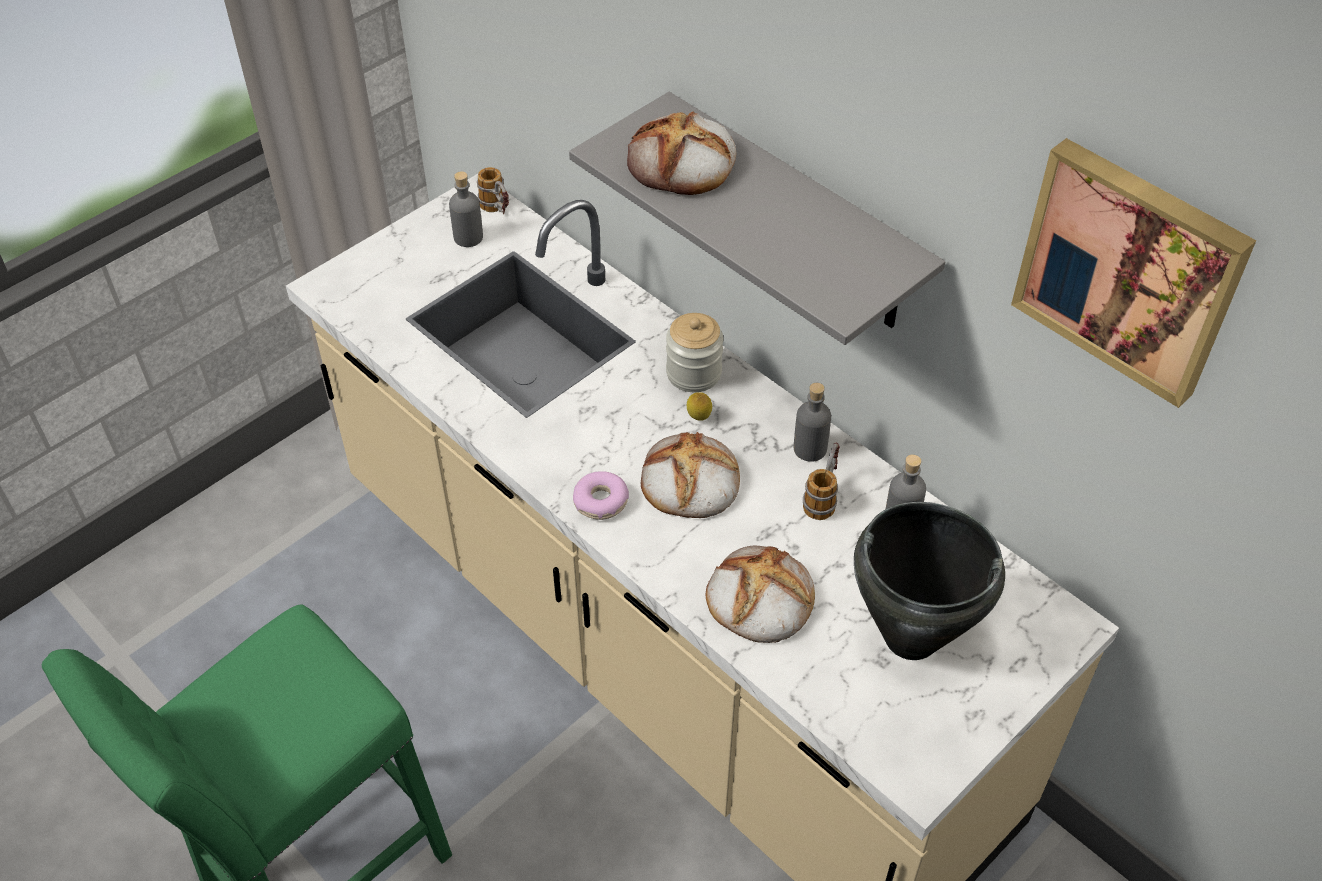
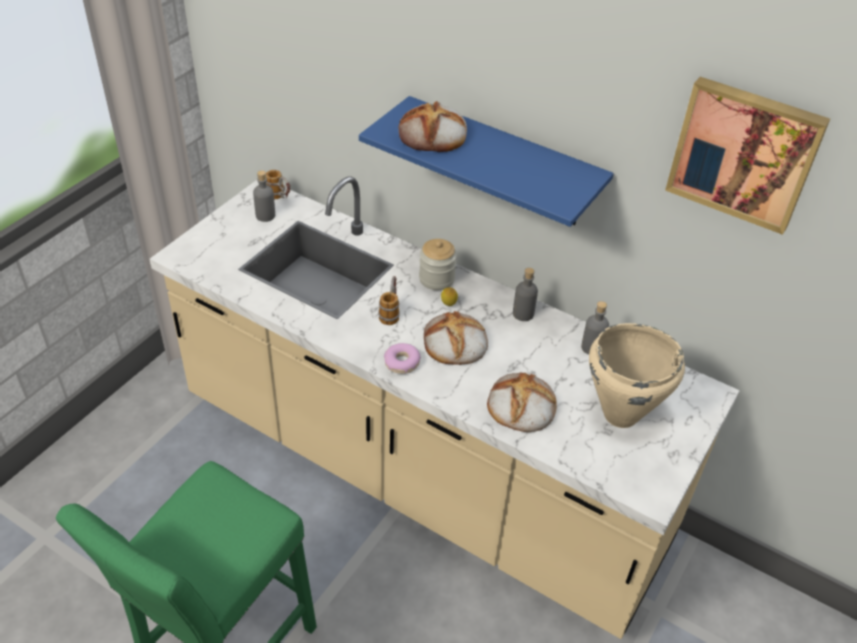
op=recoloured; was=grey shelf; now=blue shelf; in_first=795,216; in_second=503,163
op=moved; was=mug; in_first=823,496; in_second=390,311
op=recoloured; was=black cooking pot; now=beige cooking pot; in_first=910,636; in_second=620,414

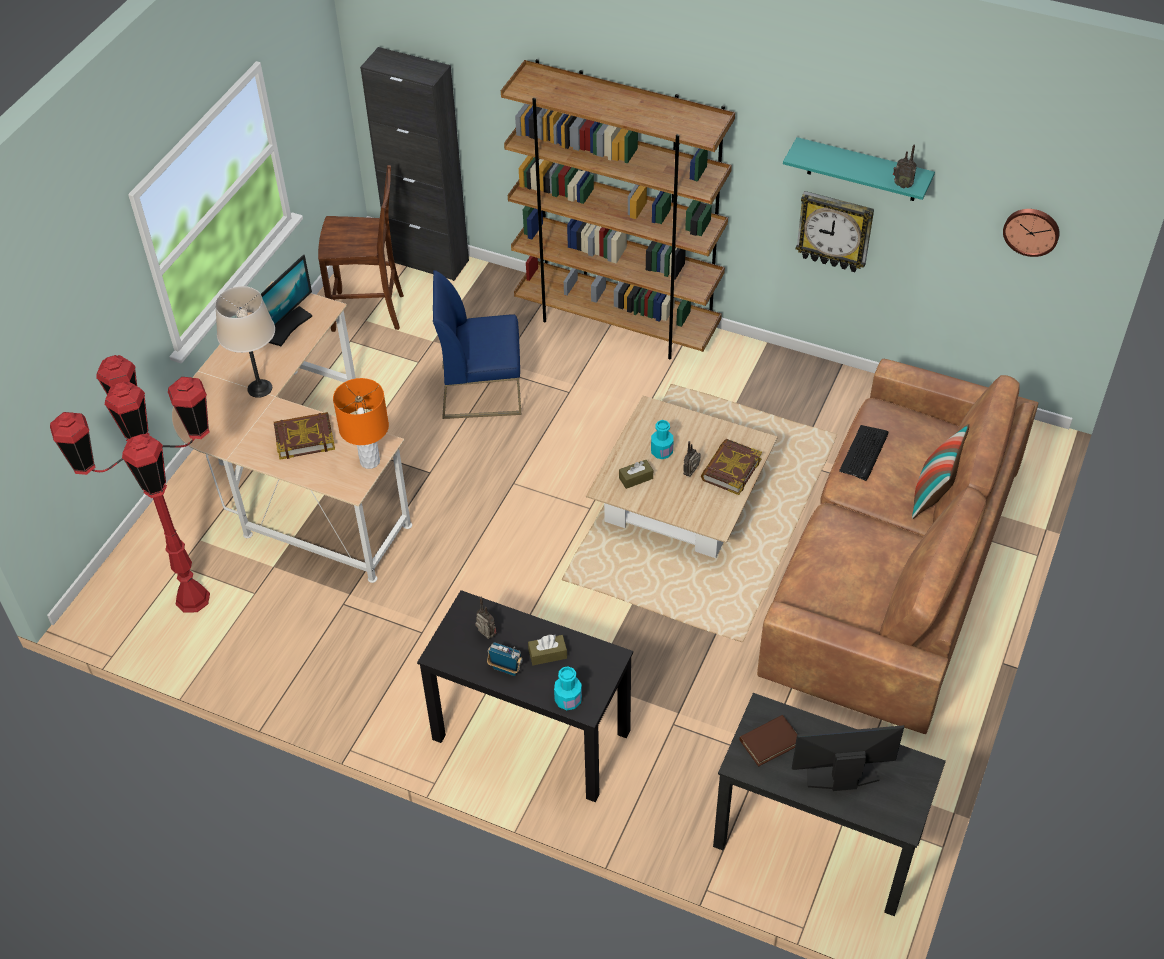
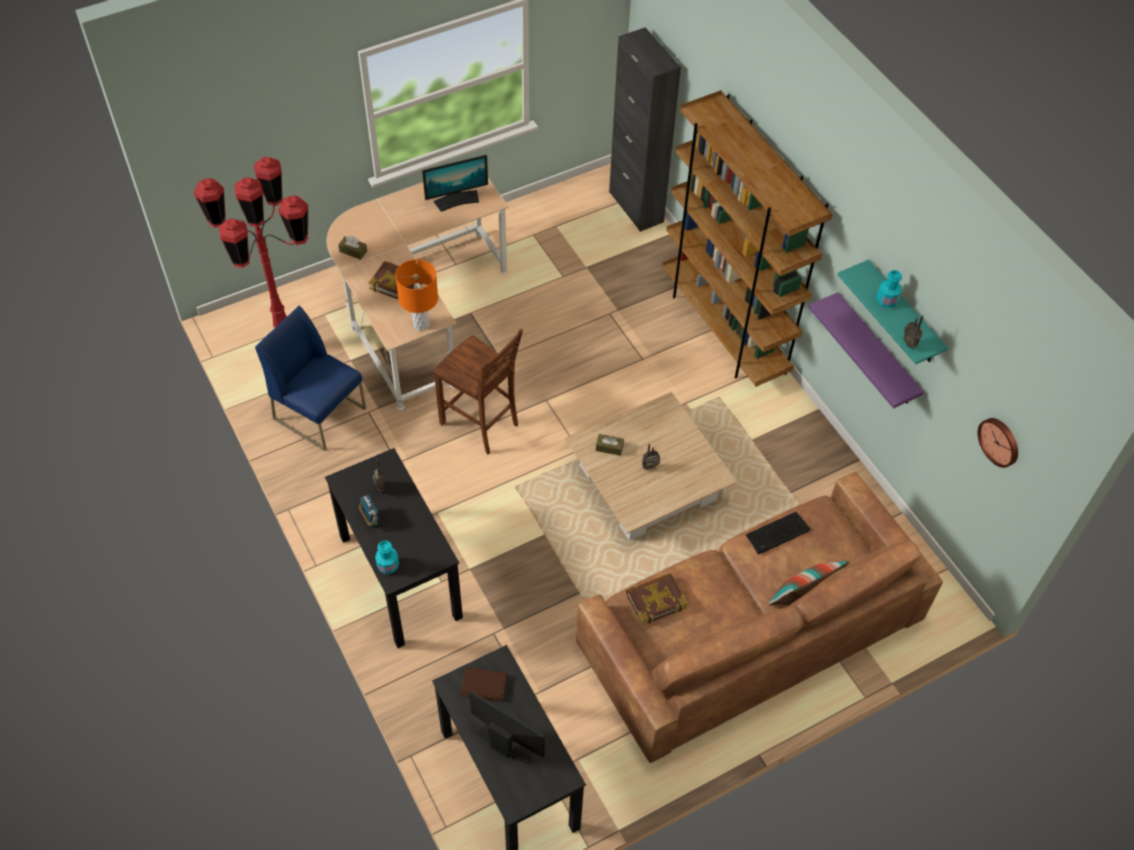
op=moved; was=brown chair; in_first=370,312; in_second=481,425
op=replaced; was=wall clock; now=purple shelf; in_first=835,231; in_second=876,351
op=moved; was=blue chair; in_first=482,389; in_second=320,413
op=removed; was=beige table lamp; in_first=259,388
op=moved; was=turquoise bottle; in_first=661,452; in_second=886,300
op=moved; was=book; in_first=730,469; in_second=655,600
op=moved; was=brown tissue box; in_first=547,654; in_second=353,251

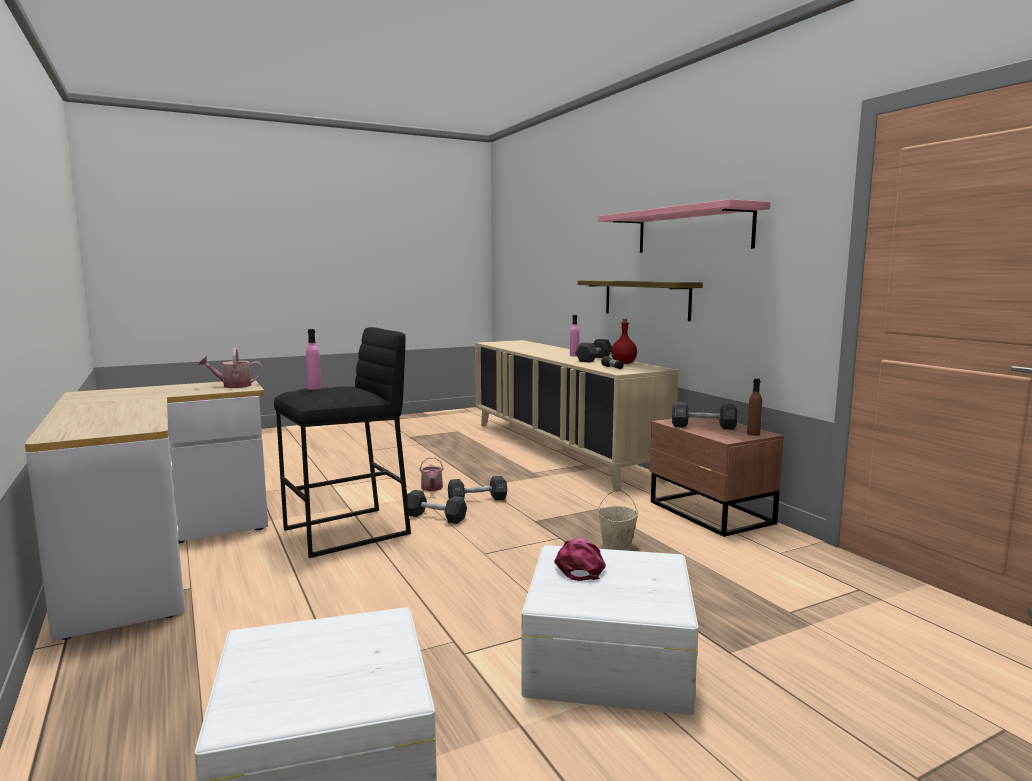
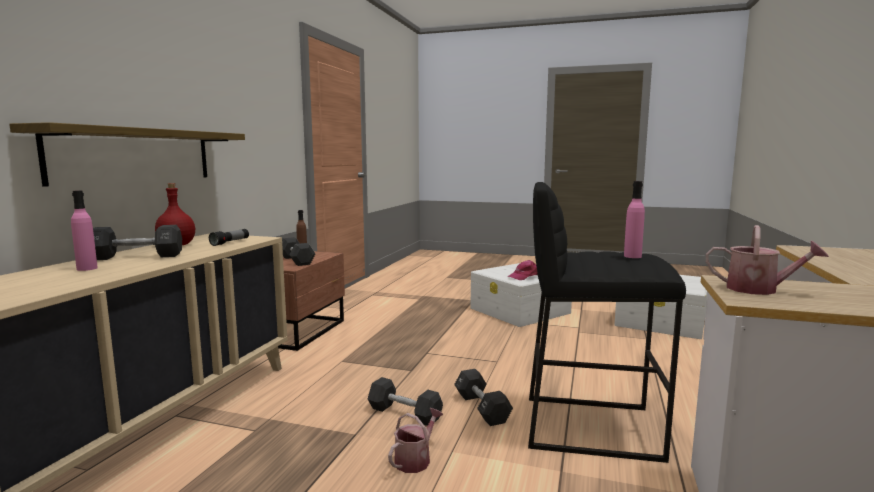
op=removed; was=pink shelf; in_first=692,230
op=removed; was=beige bucket; in_first=616,546

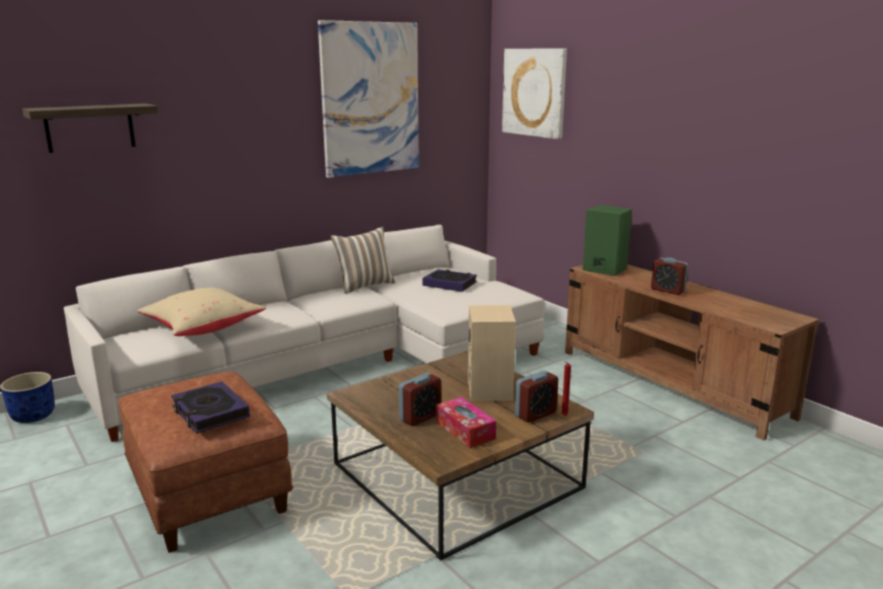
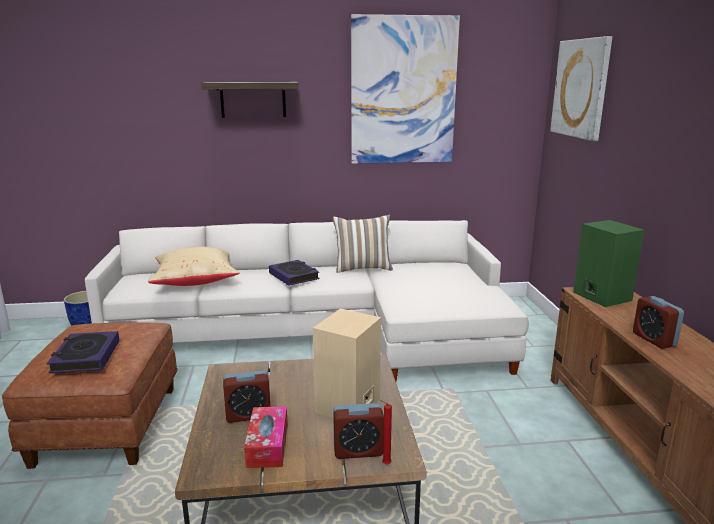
op=moved; was=shelf; in_first=90,127; in_second=253,99
op=moved; was=book; in_first=449,284; in_second=294,276

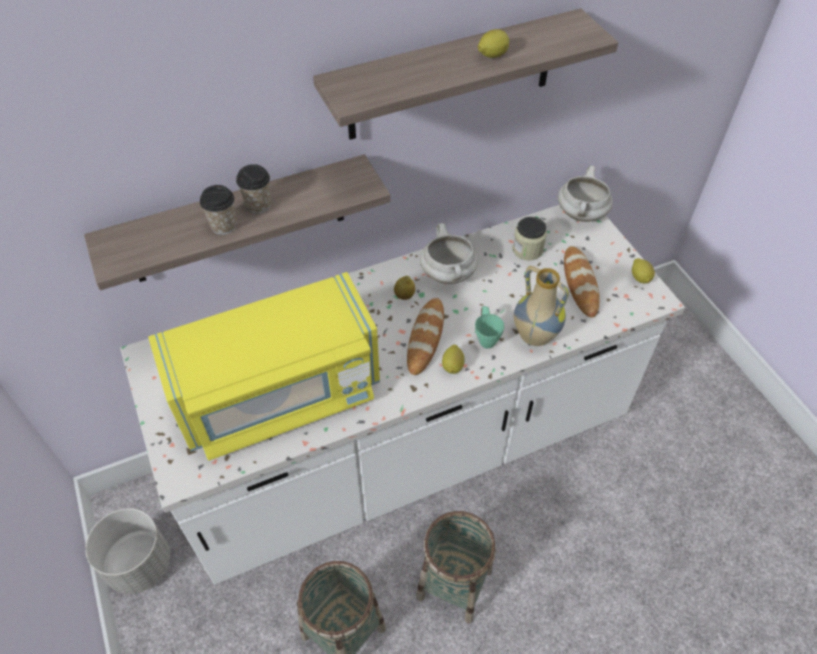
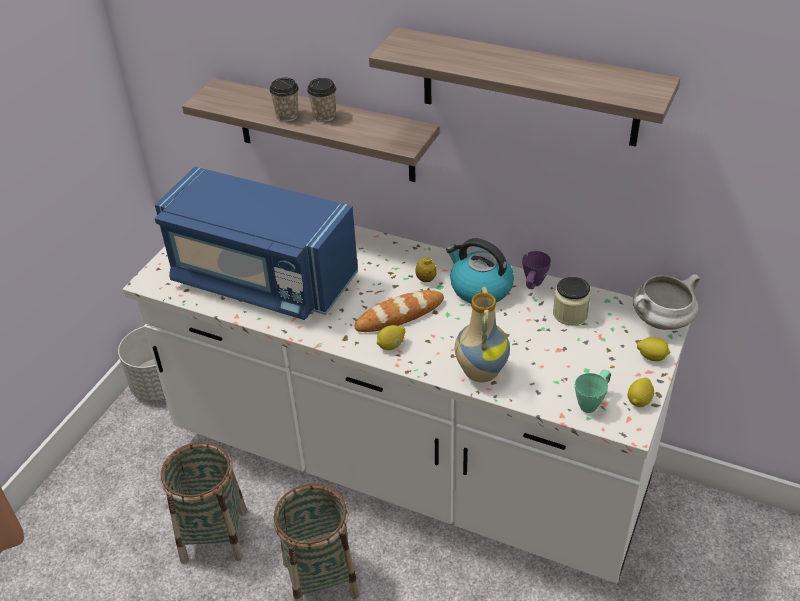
op=moved; was=lemon; in_first=492,55; in_second=651,357
op=replaced; was=white cooking pot; now=kettle; in_first=449,274; in_second=480,288
op=removed; was=bread; in_first=580,284
op=recoloured; was=yellow microwave; now=blue microwave; in_first=279,395; in_second=261,279
op=moved; was=green mug; in_first=486,337; in_second=592,402
op=added; now=purple mug; in_second=533,286

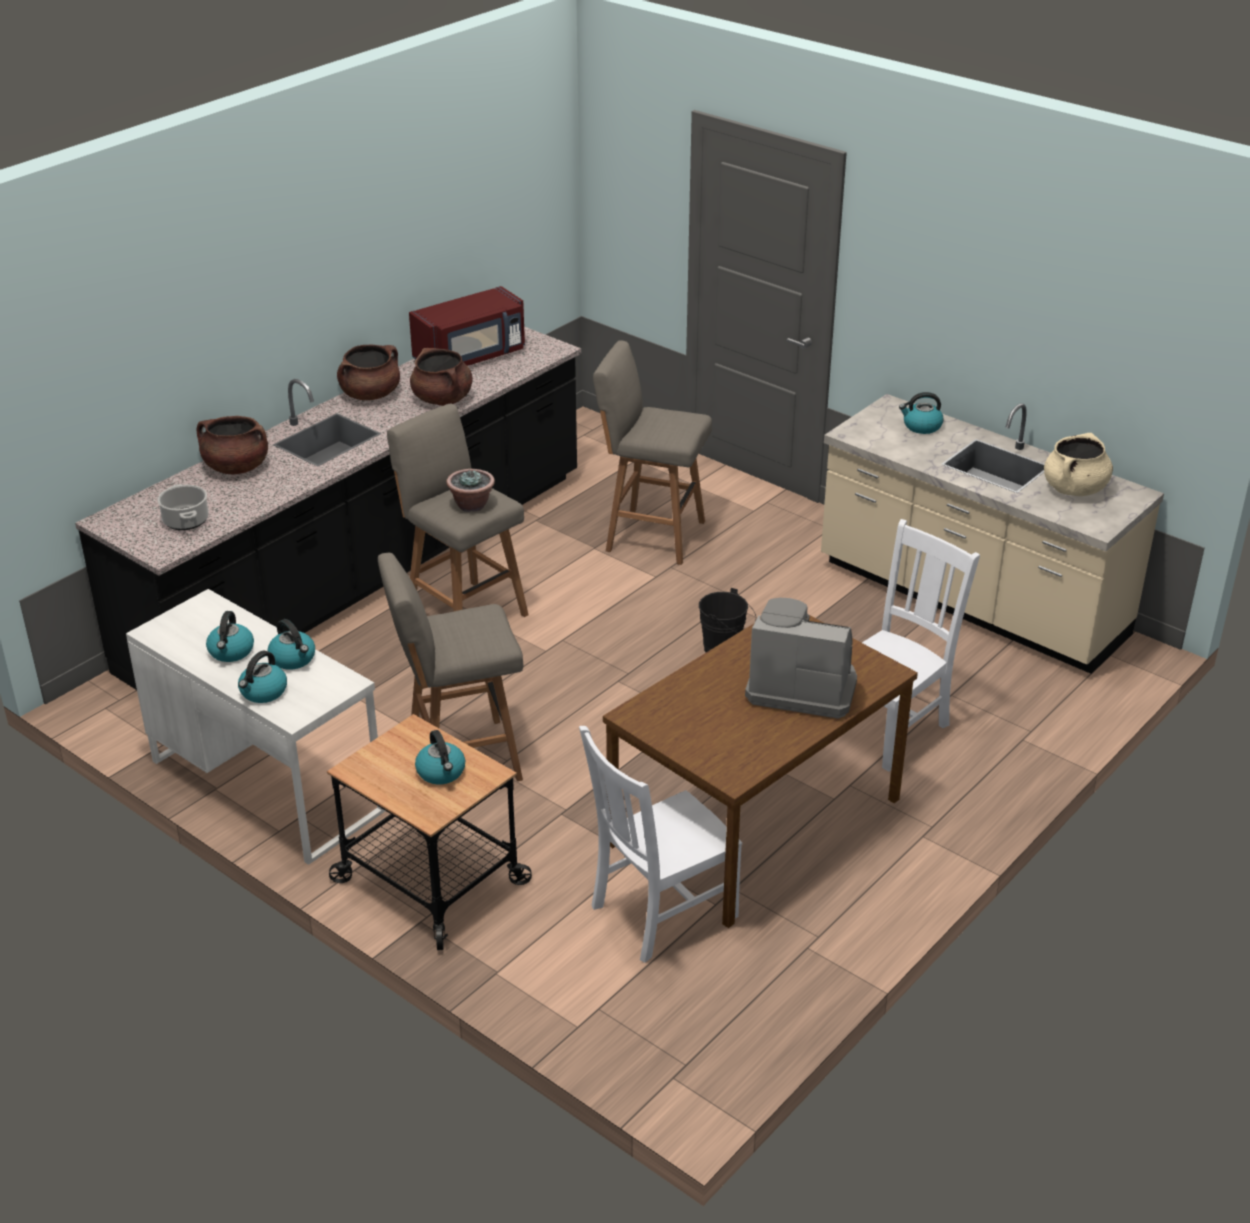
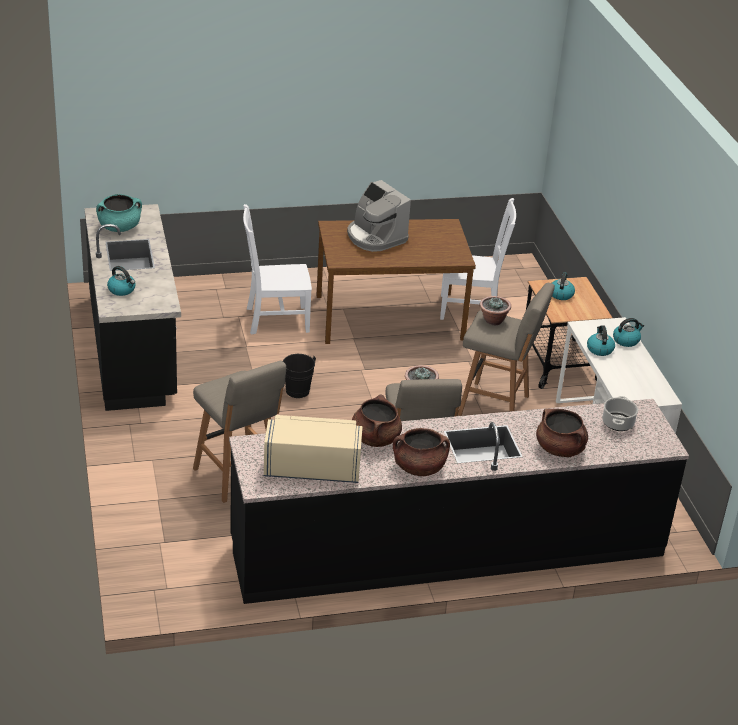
op=recoloured; was=red microwave; now=beige microwave; in_first=471,356; in_second=312,468
op=recoloured; was=beige counter; now=black counter; in_first=970,601; in_second=133,348
op=recoloured; was=beige cooking pot; now=turquoise cooking pot; in_first=1074,489; in_second=119,227
op=removed; was=kettle; in_first=231,652
op=added; now=potted plant; in_second=493,321

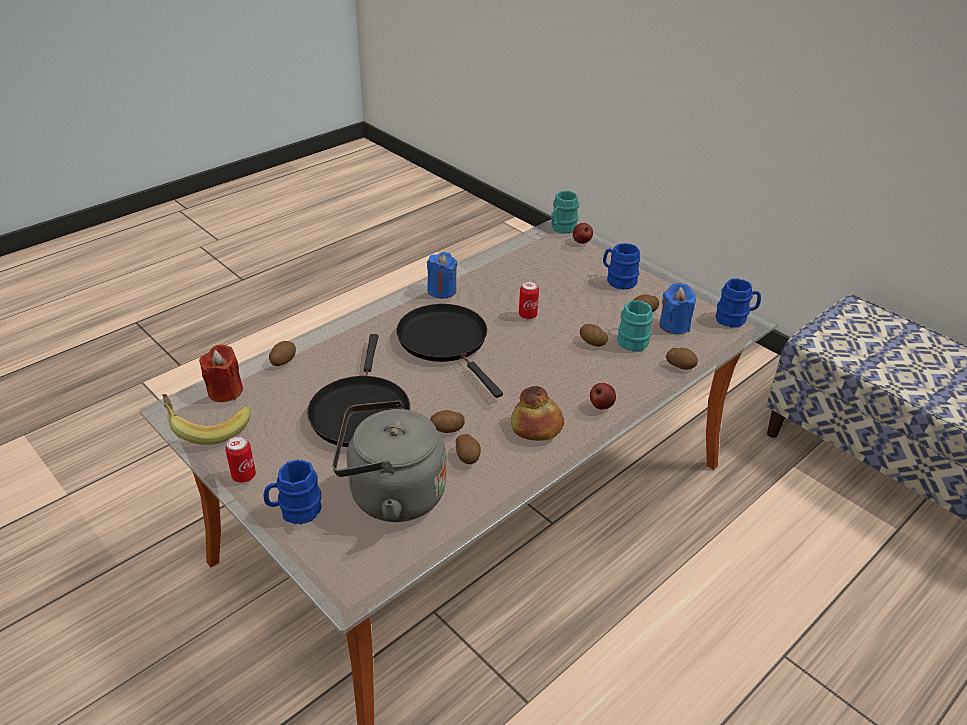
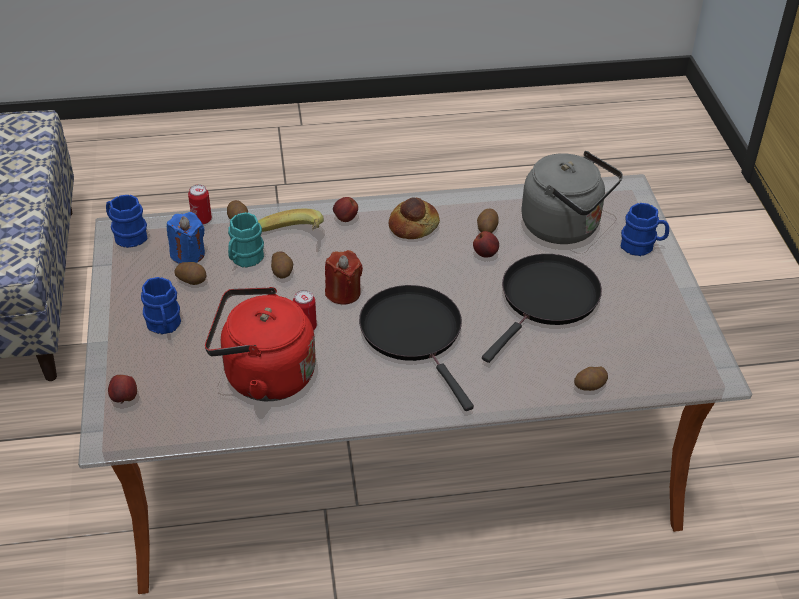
op=removed; was=turquoise mug; in_first=561,228
op=removed; was=blue candle; in_first=442,290
op=turned; was=black frying pan; in_first=446,342; in_second=414,334; clockwise=150
op=moved; was=red candle; in_first=225,391; in_second=343,293
op=moved; was=banana; in_first=207,427; in_second=291,239
op=replaced; was=potato; now=apple; in_first=447,429; in_second=485,254
op=moved; was=can; in_first=244,476; in_second=201,220
op=added; now=red kettle; in_second=263,376

